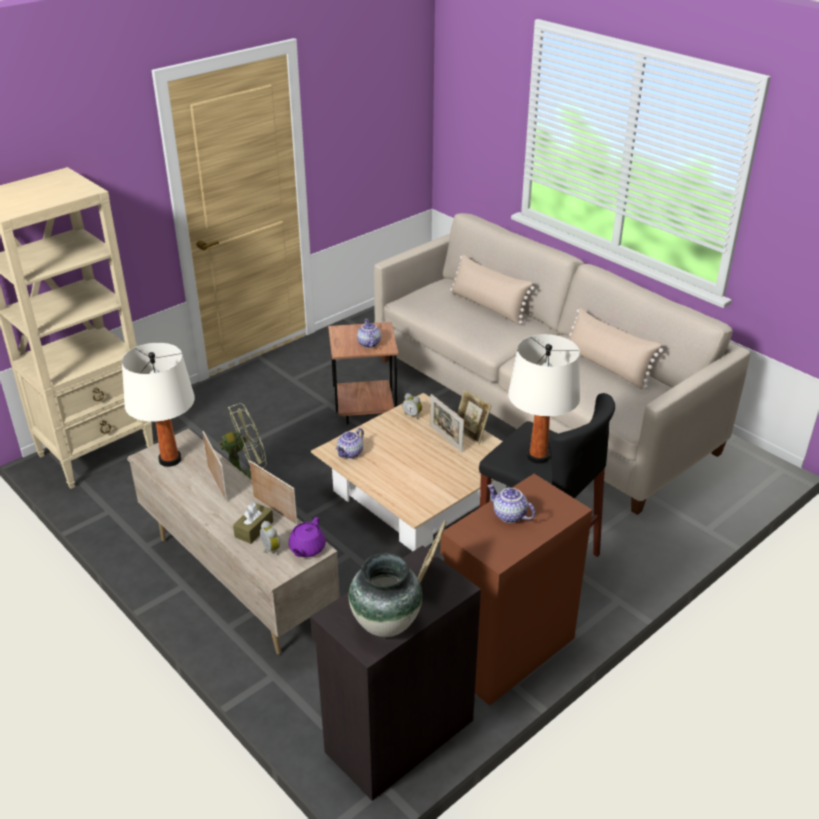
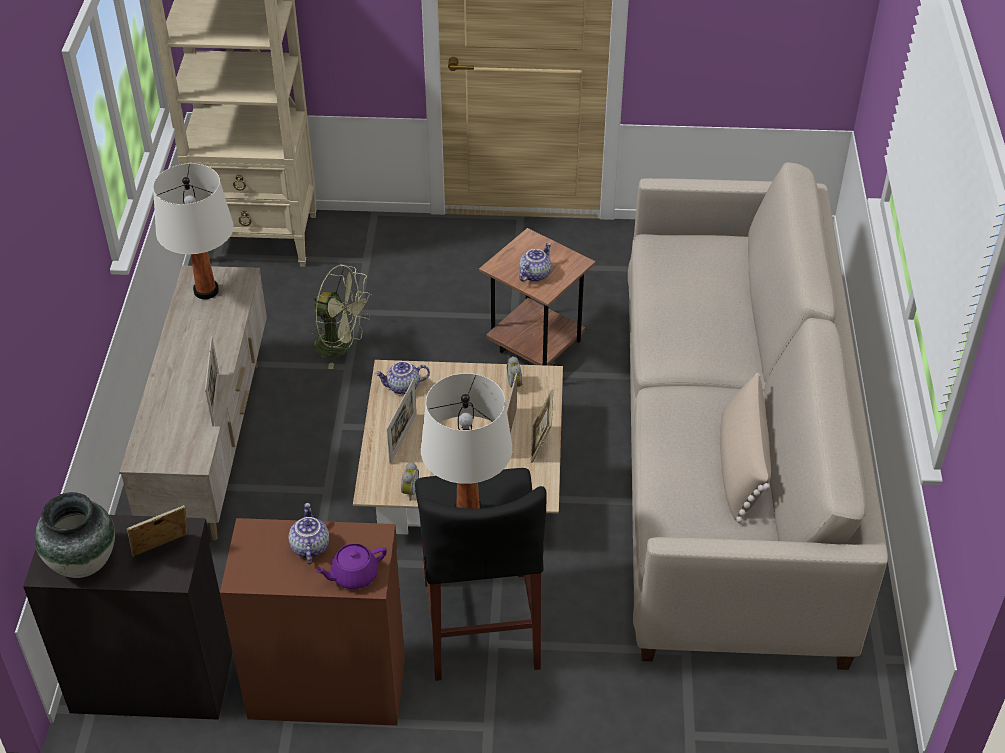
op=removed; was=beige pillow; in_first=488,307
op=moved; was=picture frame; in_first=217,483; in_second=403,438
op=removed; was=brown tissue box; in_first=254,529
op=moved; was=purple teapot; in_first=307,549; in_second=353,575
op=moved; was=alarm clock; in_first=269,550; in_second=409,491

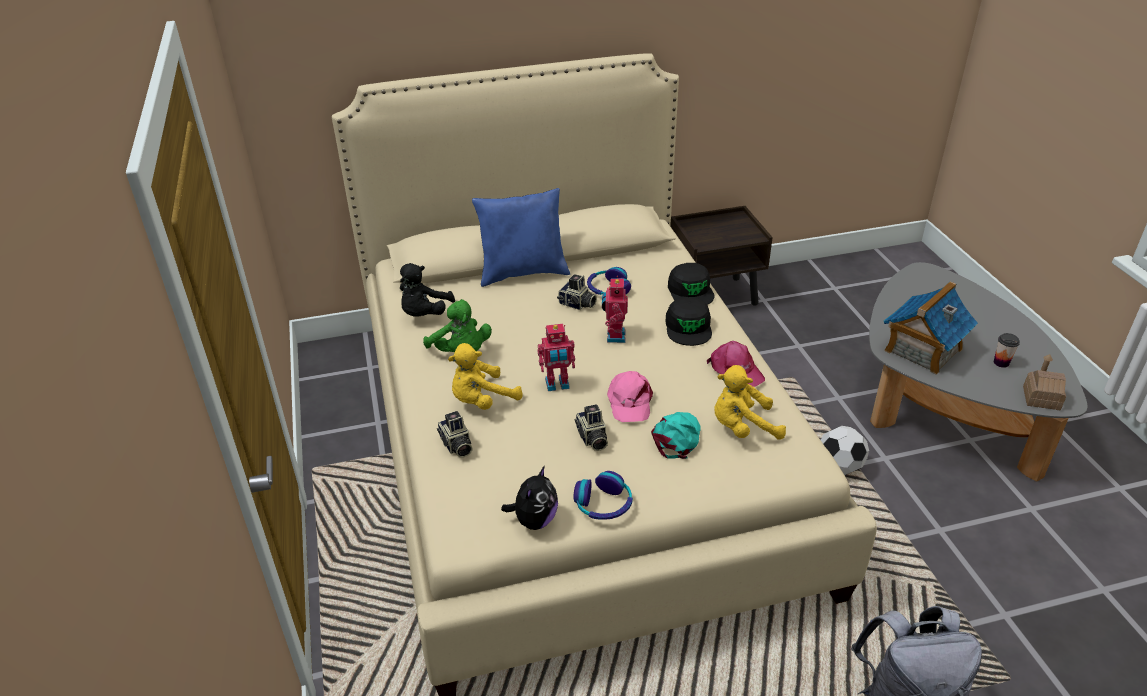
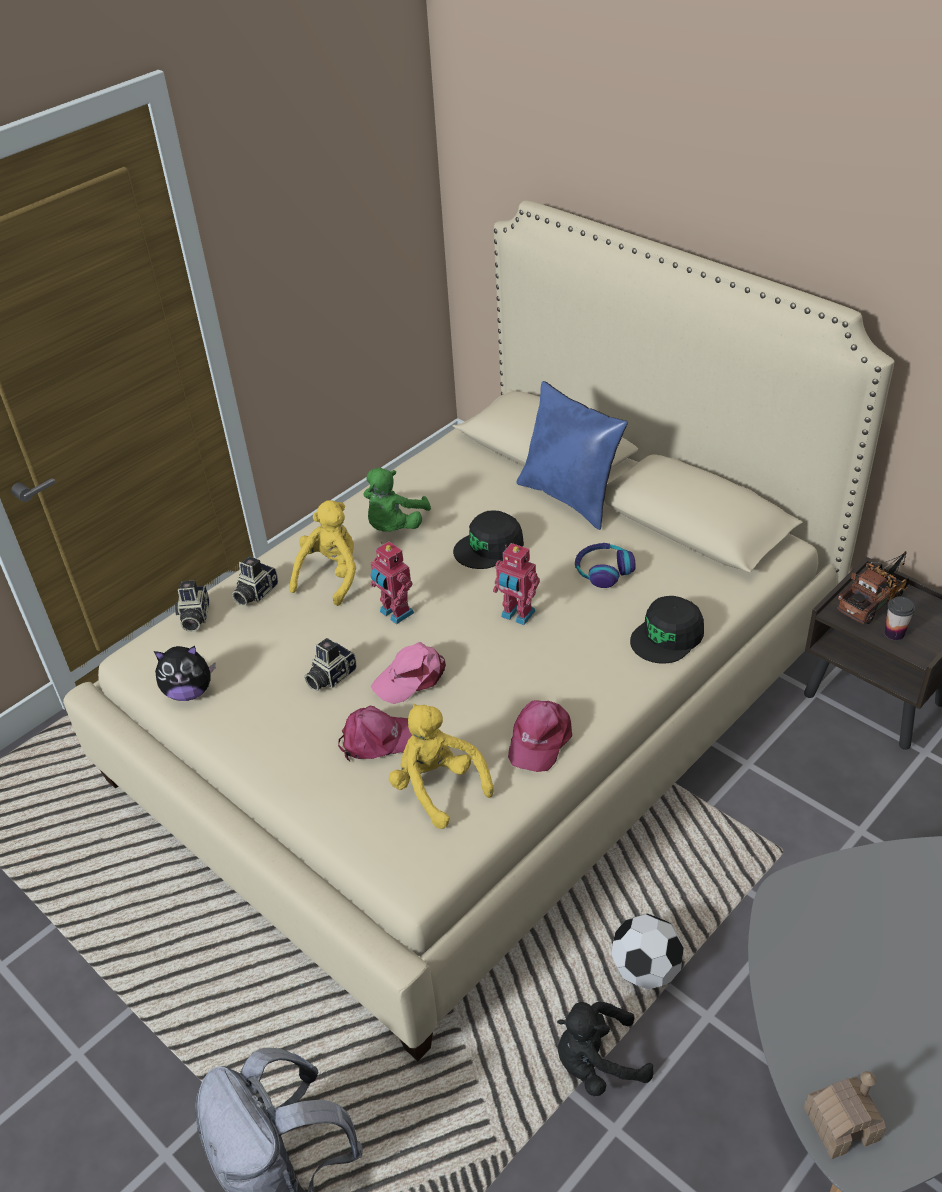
op=moved; was=black plush toy; in_first=424,314; in_second=597,1062
op=moved; was=photo camera; in_first=577,304; in_second=194,617
op=turned; was=toy robot; in_first=614,336; in_second=517,615; clockwise=-120
op=removed; was=toy house; in_first=922,350
op=moved; was=black cap; in_first=688,327; in_second=489,547
op=moved; was=cup; in_first=1001,363; in_second=894,633
op=turned; was=yellow plush toy; in_first=482,400; in_second=331,576; clockwise=90
op=recoloured; was=turquoise cap; now=pink cap; in_first=677,437; in_second=379,739
op=removed; was=headphones; in_first=603,504
op=added; now=toy truck; in_second=874,600

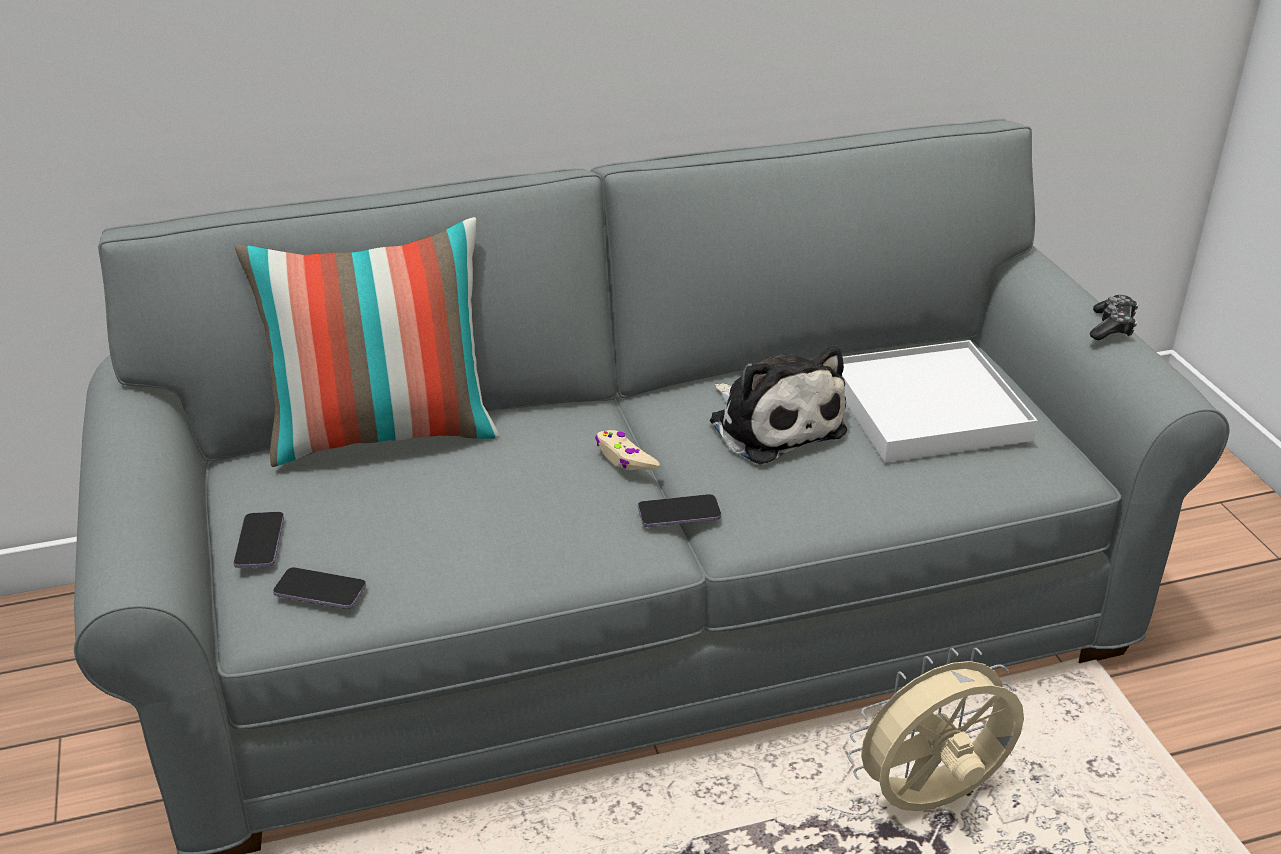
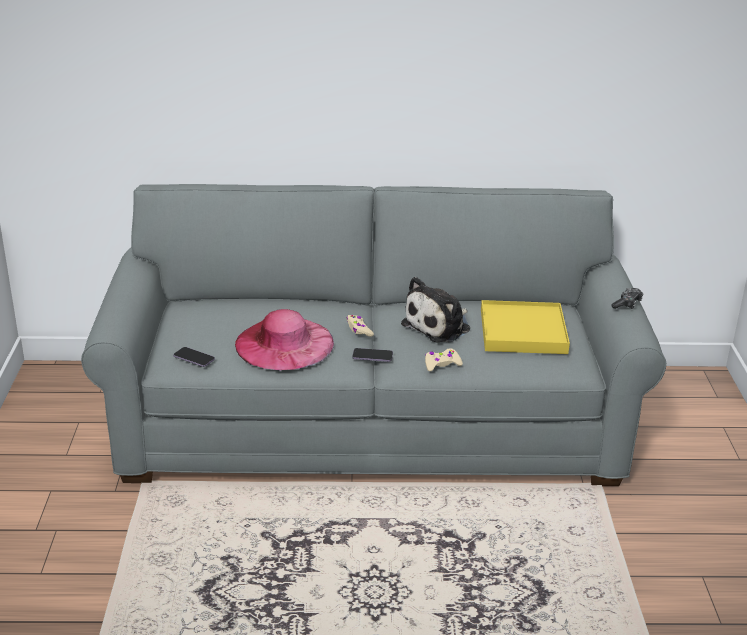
op=removed; was=pillow; in_first=384,434
op=recoloured; was=white tray; now=yellow tray; in_first=927,408; in_second=522,332
op=turned; was=plush toy; in_first=773,424; in_second=439,326; clockwise=60
op=removed; was=phone; in_first=259,542
op=removed; was=beige fan; in_first=931,801
op=added; now=pink hat; in_second=284,344
op=added; now=beige game controller; in_second=441,364

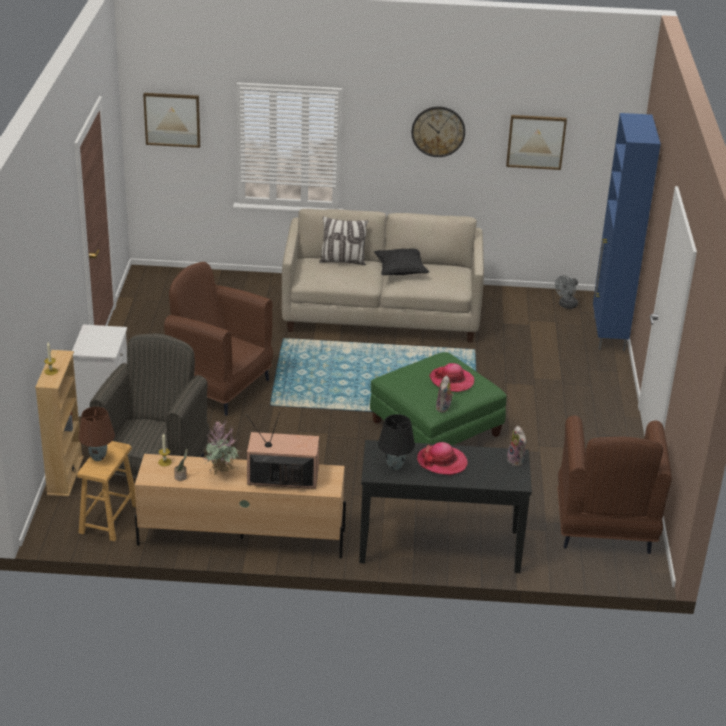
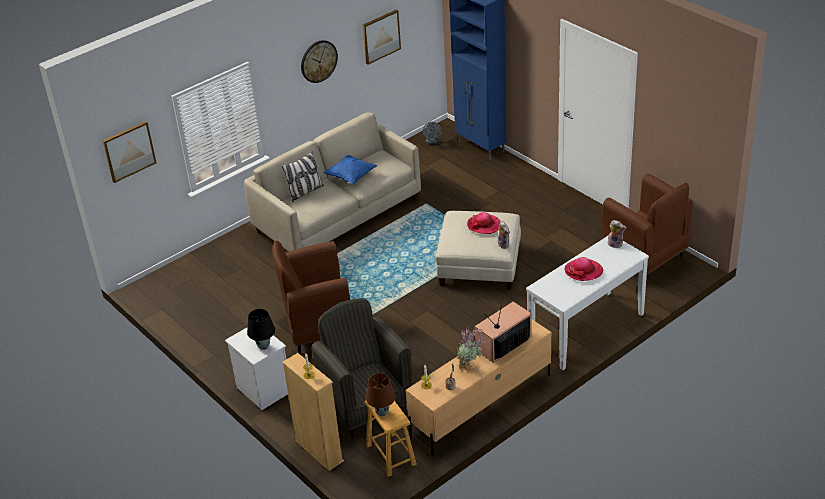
op=recoloured; was=black pillow; now=blue pillow; in_first=400,271; in_second=350,176
op=recoloured; was=green ottoman; now=beige ottoman; in_first=436,428; in_second=479,265
op=moved; was=black table lamp; in_first=395,467; in_second=264,346
op=recoloured; was=black console table; now=white console table; in_first=439,547; in_second=586,330

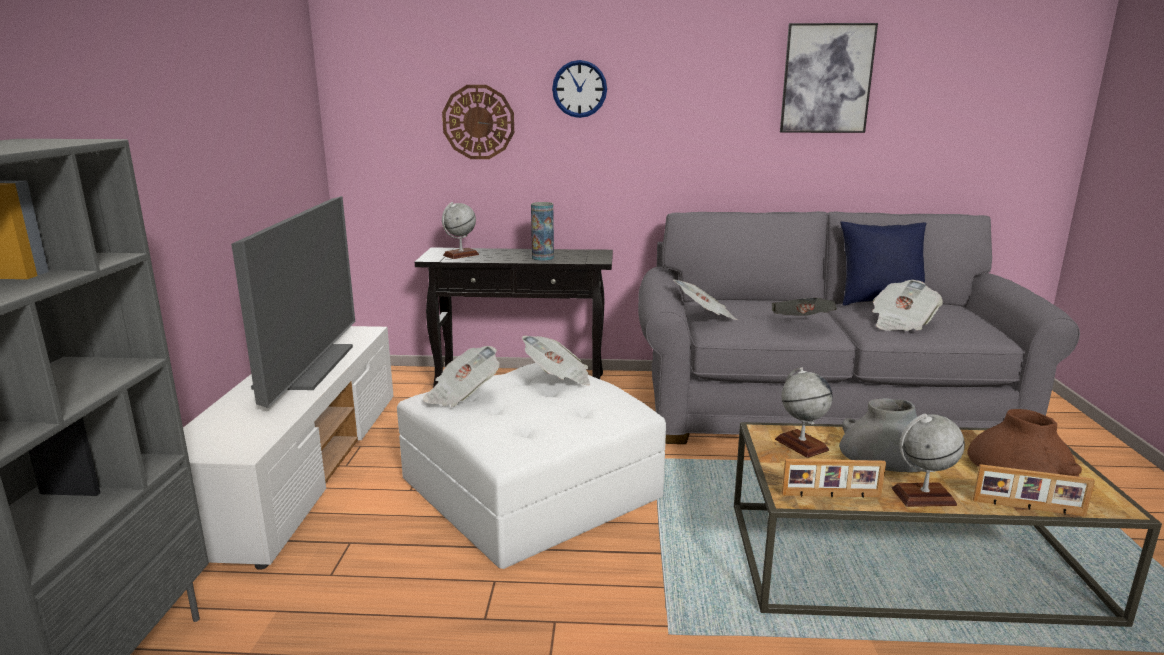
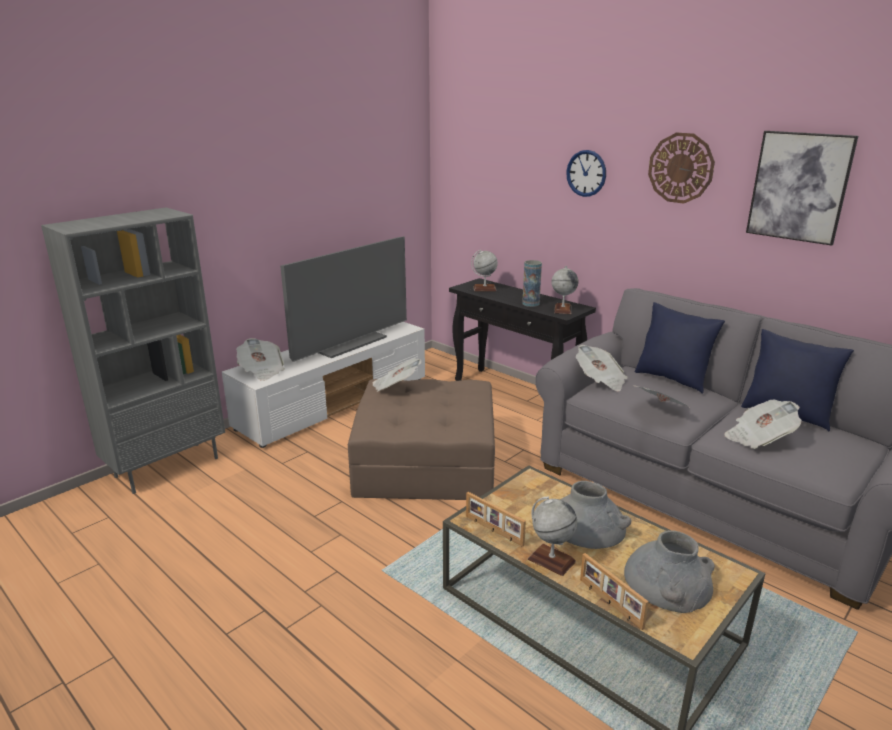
op=moved; was=wall clock; in_first=478,122; in_second=681,168
op=moved; was=newspaper; in_first=558,378; in_second=262,371
op=recoloured; was=white ottoman; now=brown ottoman; in_first=531,487; in_second=427,461
op=moved; was=globe; in_first=801,444; in_second=562,309
op=recoloured; was=brown vase; now=grey vase; in_first=1020,468; in_second=668,581
op=added; now=blue pillow; in_second=672,379

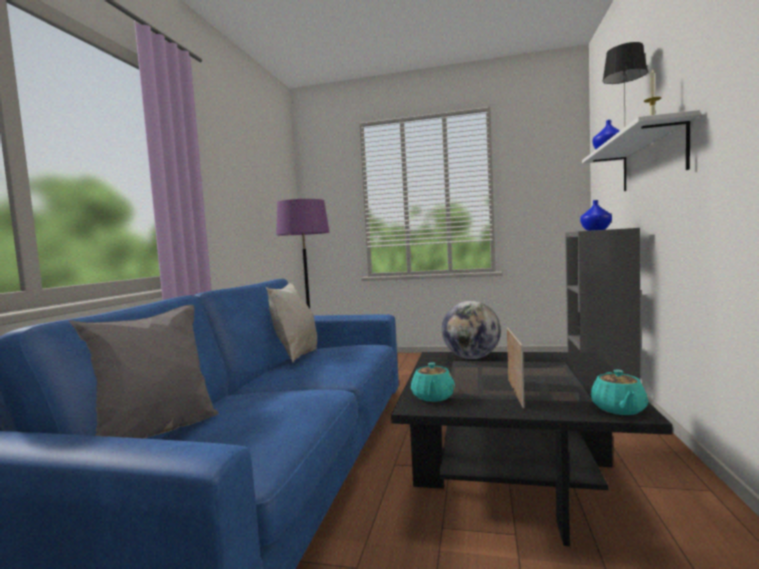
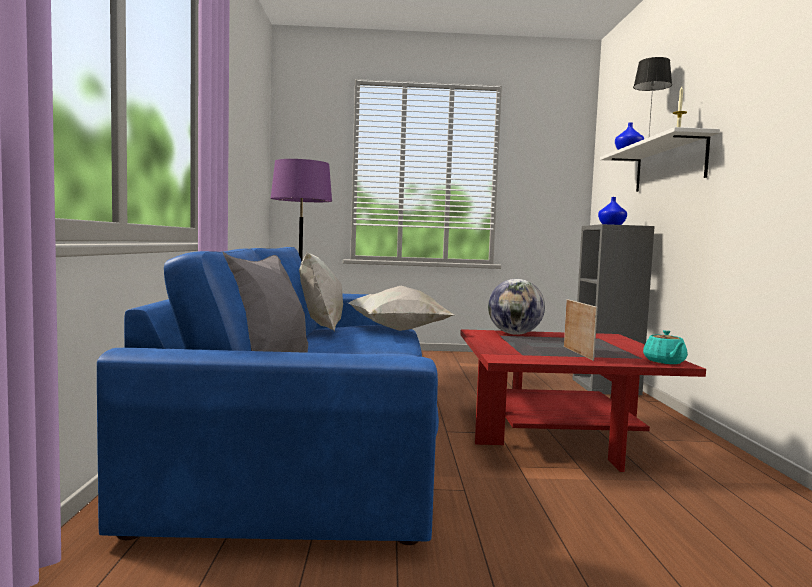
op=recoloured; was=black coffee table; now=red coffee table; in_first=514,475; in_second=559,436
op=removed; was=turquoise teapot; in_first=433,397
op=added; now=white pillow; in_second=399,331

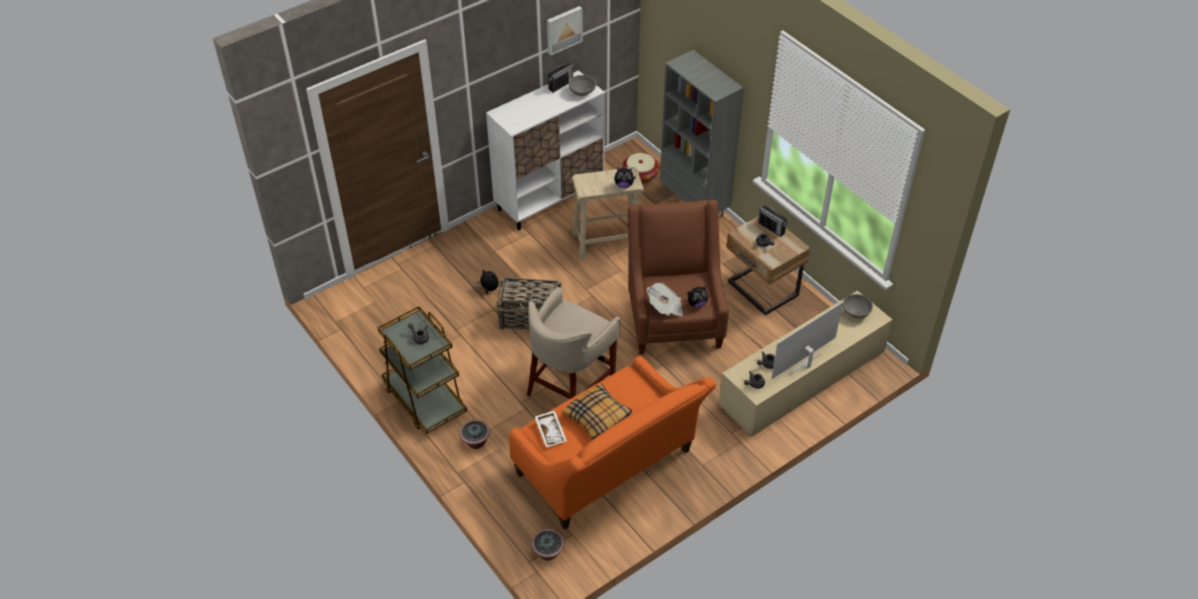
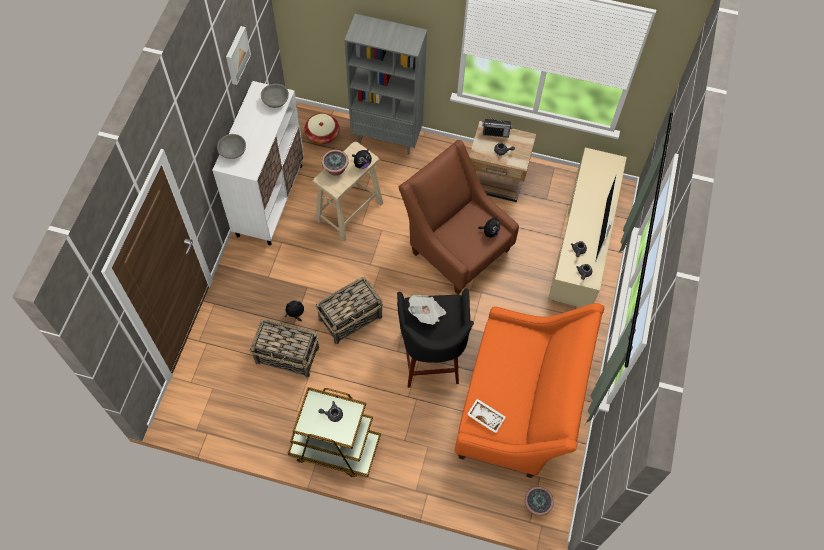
op=removed; was=radio; in_first=560,85
op=moved; was=newspaper; in_first=665,307; in_second=426,313
op=recoloured; was=beige stool; now=black stool; in_first=570,385; in_second=431,356
op=moved; was=grey bowl; in_first=855,312; in_second=232,152
op=removed; was=pillow; in_first=597,417
op=moved; was=potted plant; in_first=476,442; in_second=336,170
op=added; now=basket; in_second=288,355

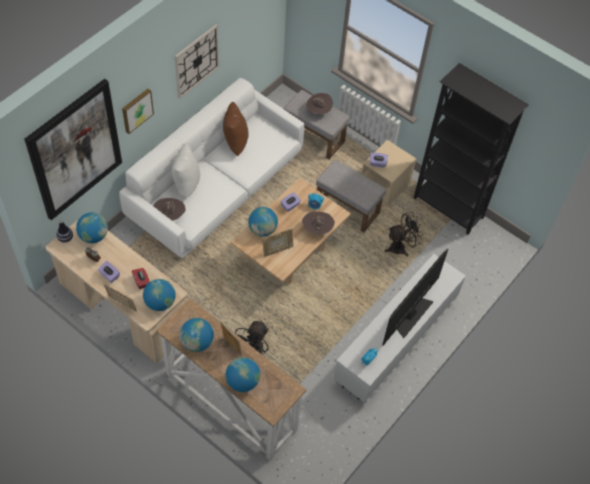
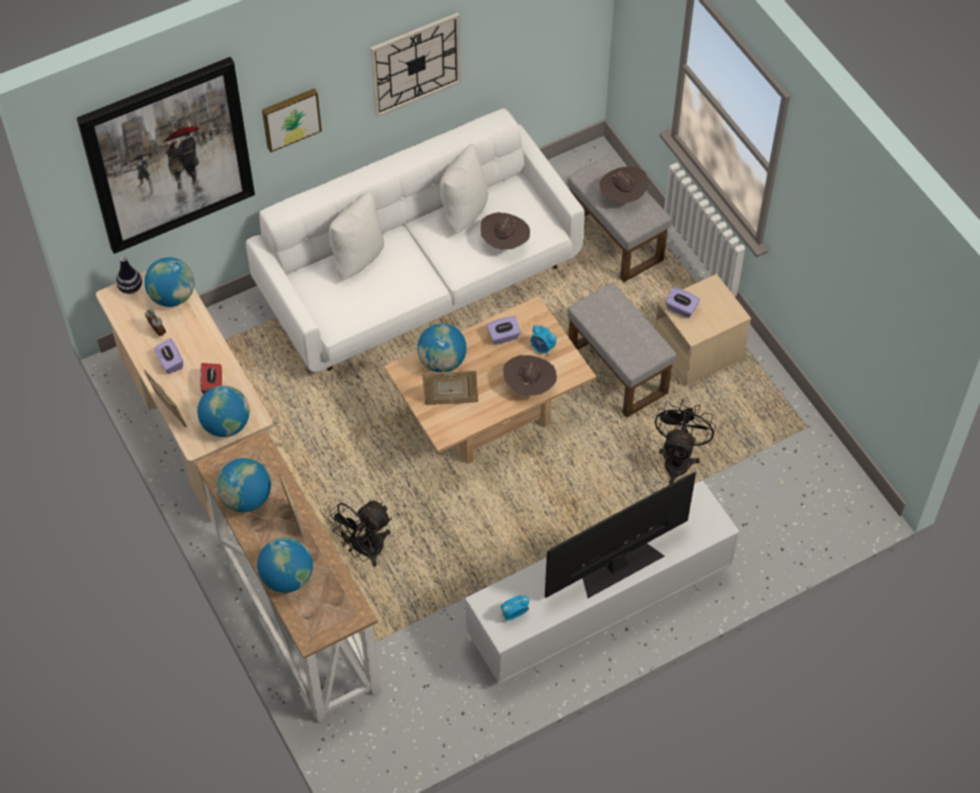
op=removed; was=black bookcase; in_first=448,208
op=recoloured; was=brown pillow; now=white pillow; in_first=234,142; in_second=463,211
op=moved; was=brown hat; in_first=170,215; in_second=504,243
op=turned; was=black fan; in_first=401,247; in_second=678,459; clockwise=-75

